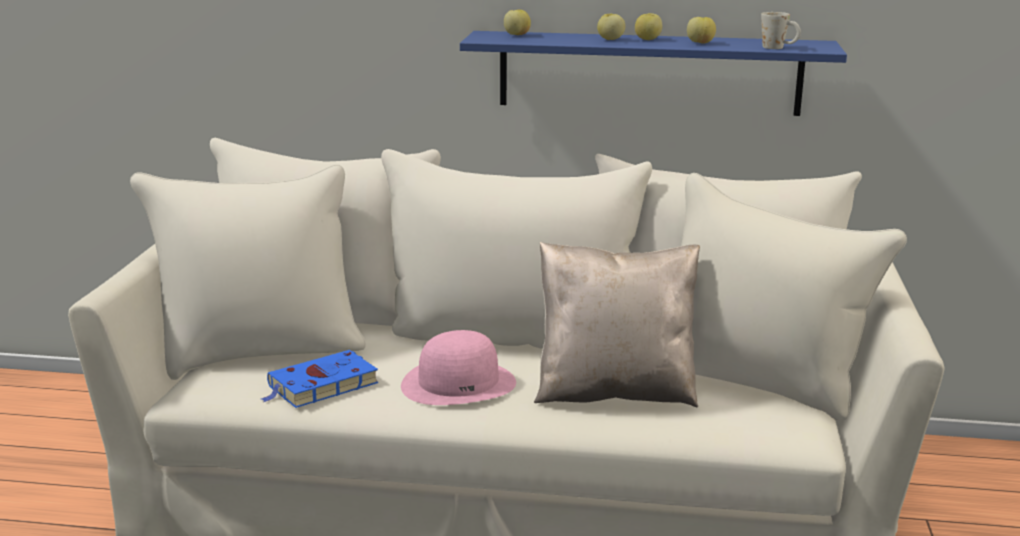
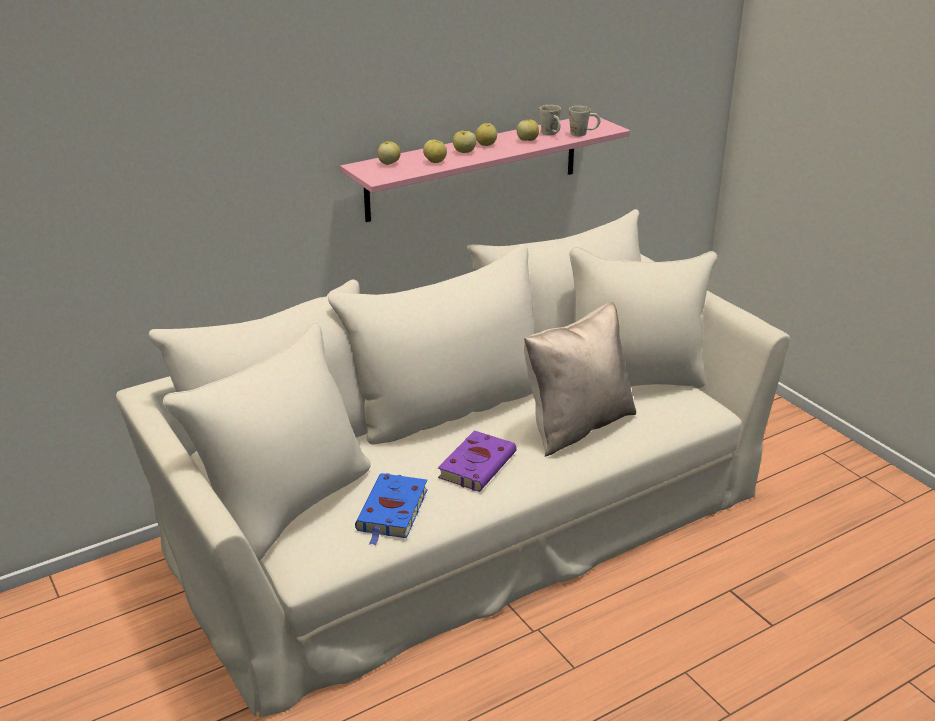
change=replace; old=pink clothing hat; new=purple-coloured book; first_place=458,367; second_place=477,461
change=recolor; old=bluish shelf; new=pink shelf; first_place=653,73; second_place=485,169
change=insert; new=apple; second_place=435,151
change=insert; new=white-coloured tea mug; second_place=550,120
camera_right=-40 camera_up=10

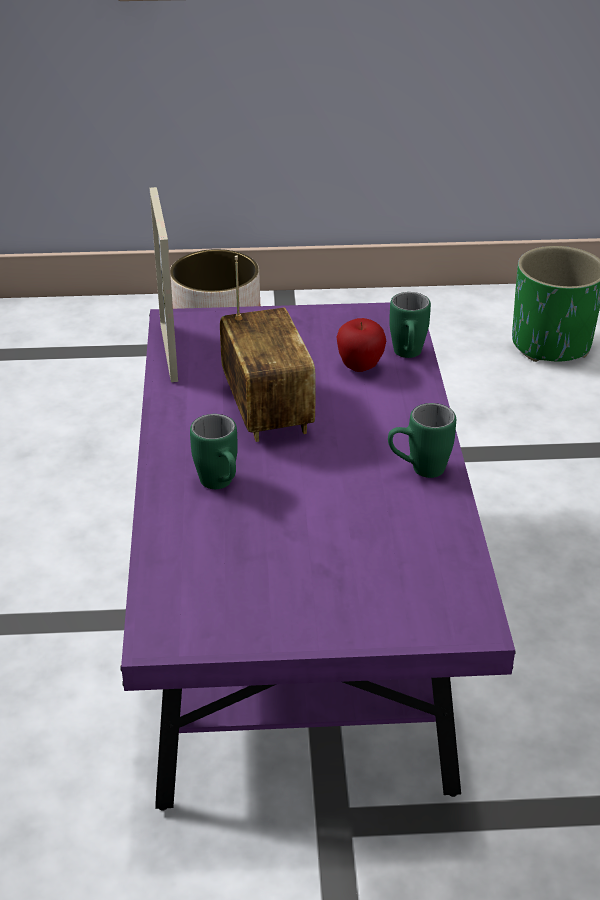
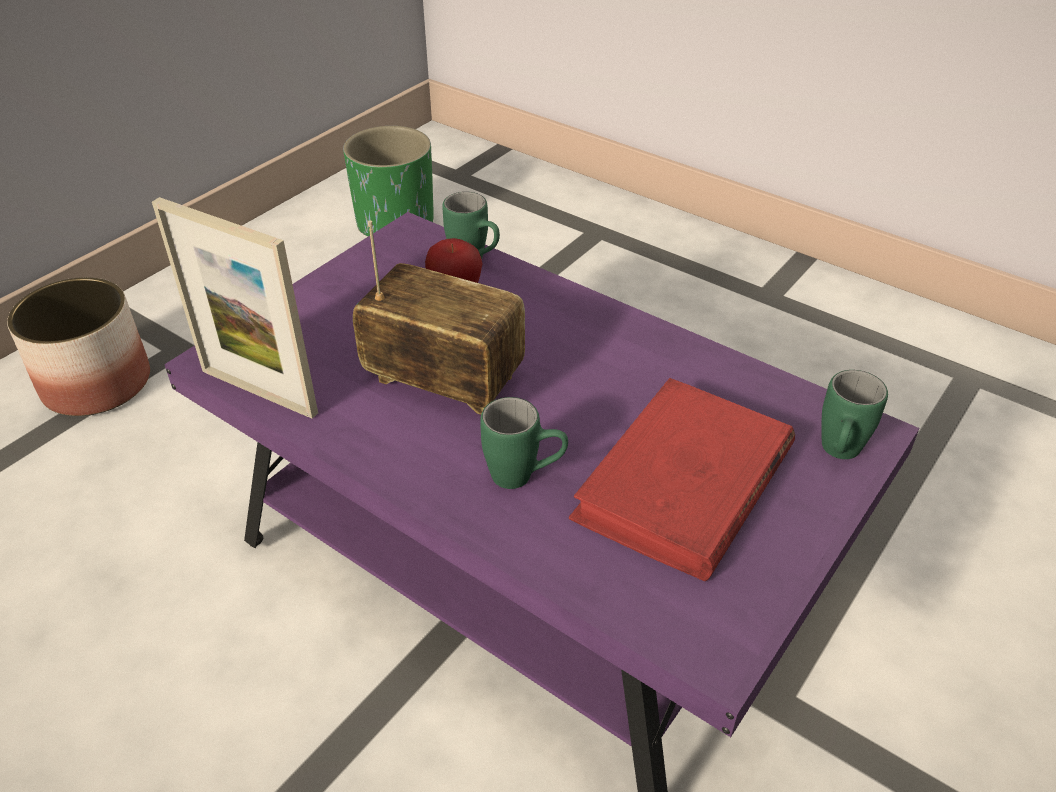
change=move; old=green-coloured tea mug; first_place=422,440; second_place=854,414
change=insert; new=red-coloured book; second_place=682,479
camera_right=-50 camera_up=5

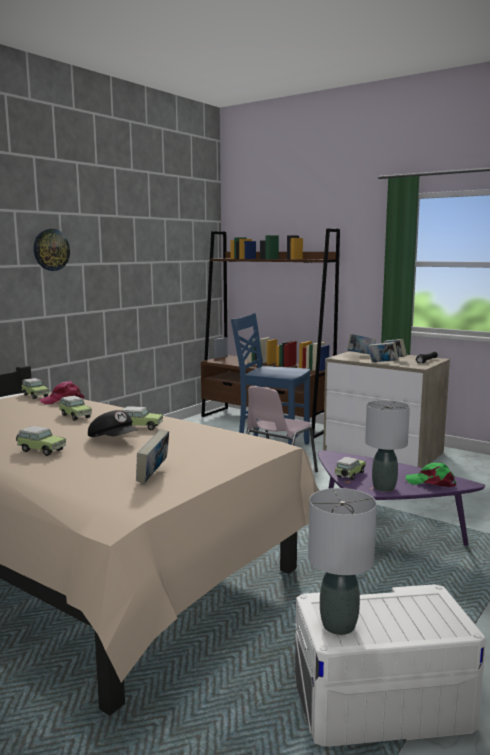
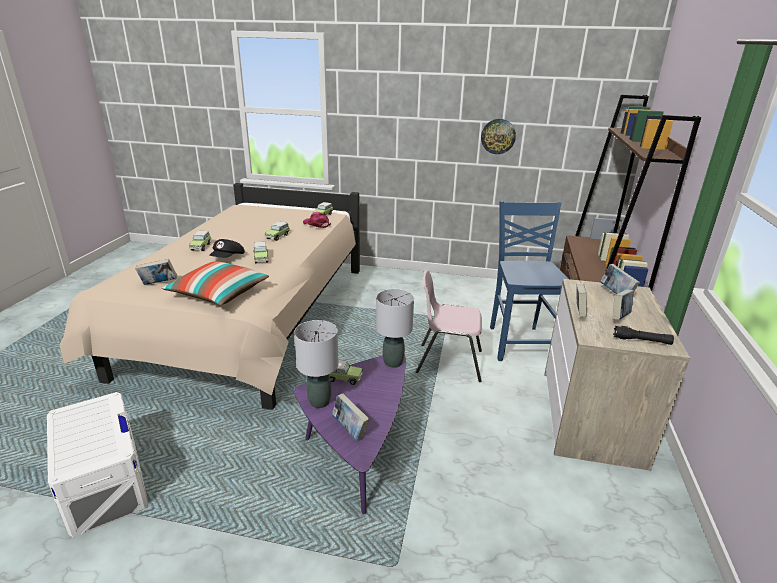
change=move; old=hanging clock; first_place=52,250; second_place=498,136
change=move; old=grey table lamp; first_place=342,561; second_place=395,328
change=replace; old=green-coloured peaked cap; new=book; first_place=431,475; second_place=350,417
change=insert; new=pillow; second_place=215,283
camera_right=65 camera_up=15

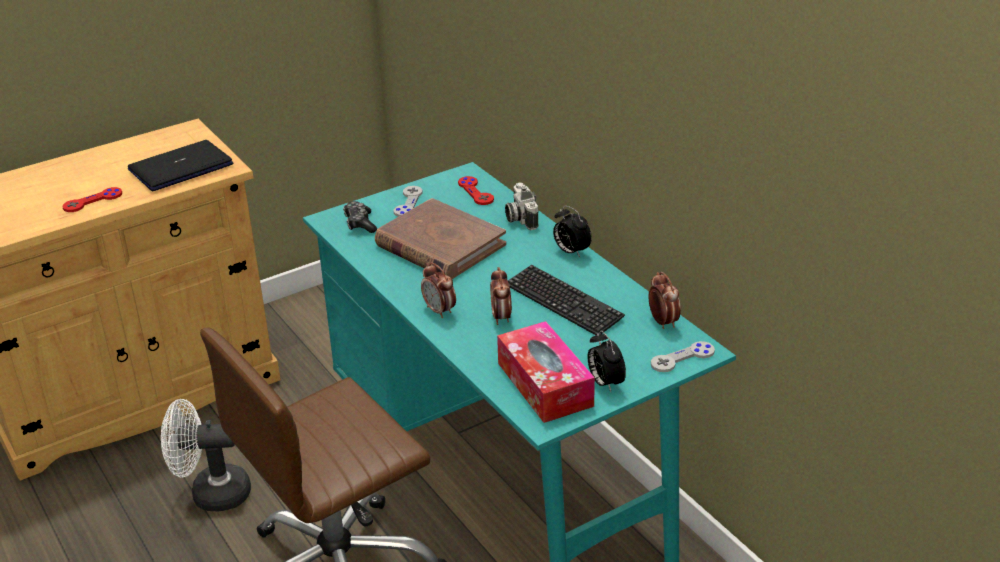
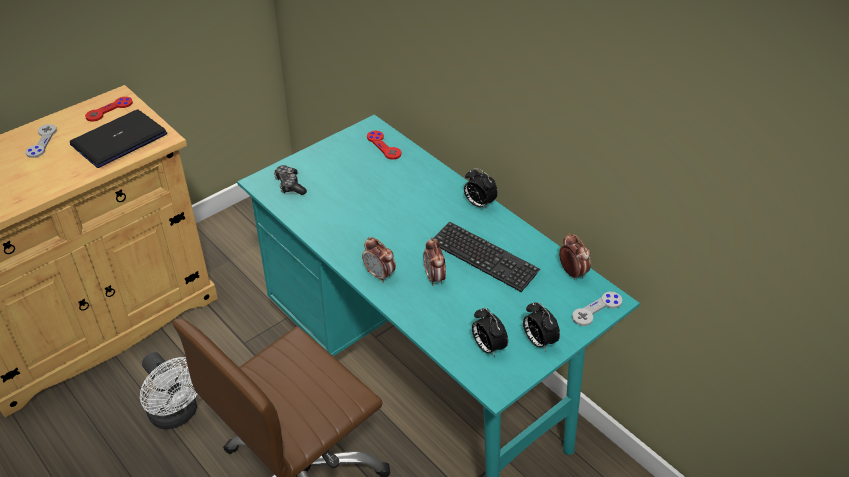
change=move; old=red-coloured gamepad; first_place=92,199; second_place=109,109
change=rotate; old=white-coloured cooling fan; first_place=206,455; second_place=168,390; degrees=-120
change=delete; old=brownish book; first_place=440,238
change=move; old=grey gamepad; first_place=408,201; second_place=41,141
change=replace; old=tissue holder; new=table clock; first_place=546,372; second_place=490,332
change=delete; old=still camera; first_place=522,206
camera_right=-10 camera_up=10

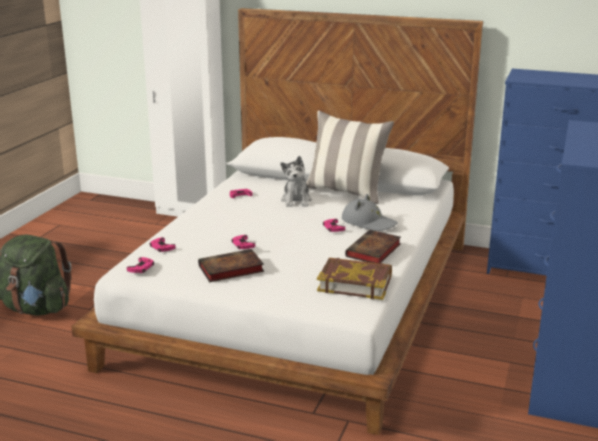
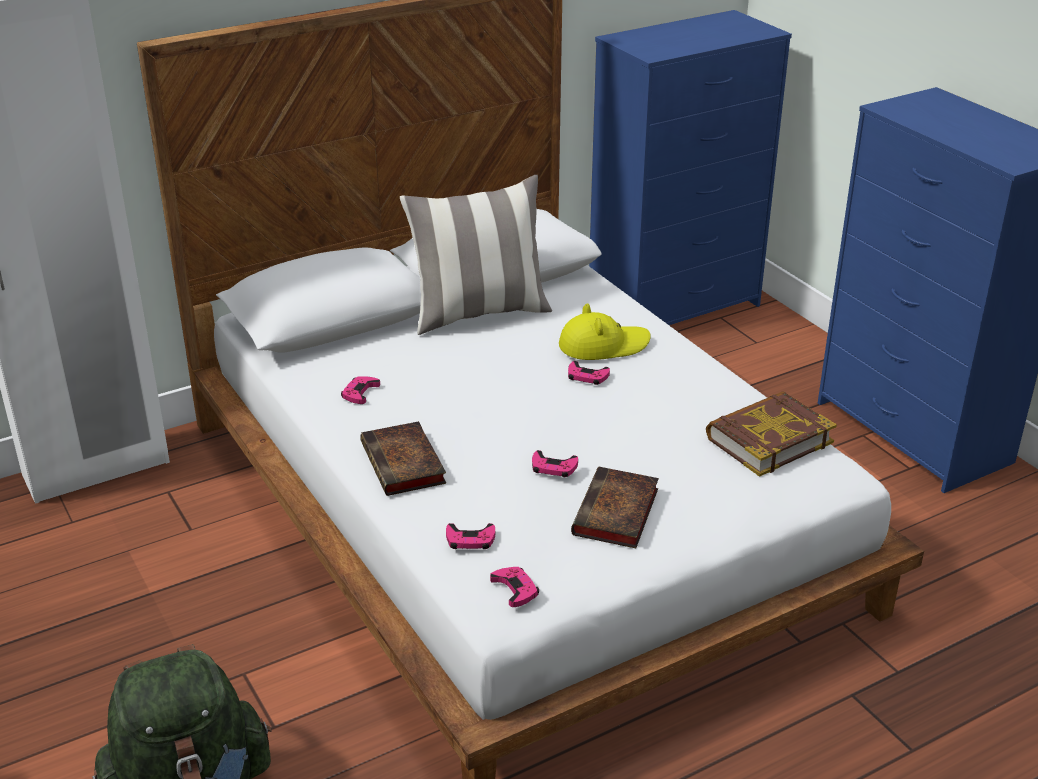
change=delete; old=cuddly toy; first_place=296,181
change=recolor; old=grey clothing hat; new=yellowish clothing hat; first_place=370,212; second_place=604,332
change=move; old=book; first_place=373,247; second_place=403,458
camera_right=-50 camera_up=10

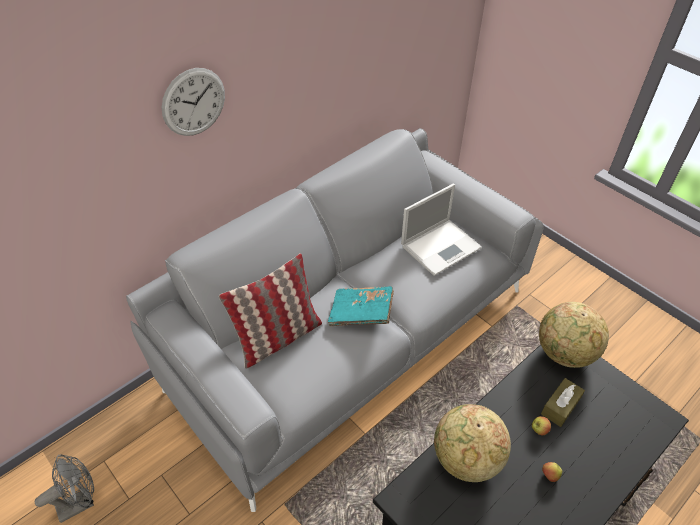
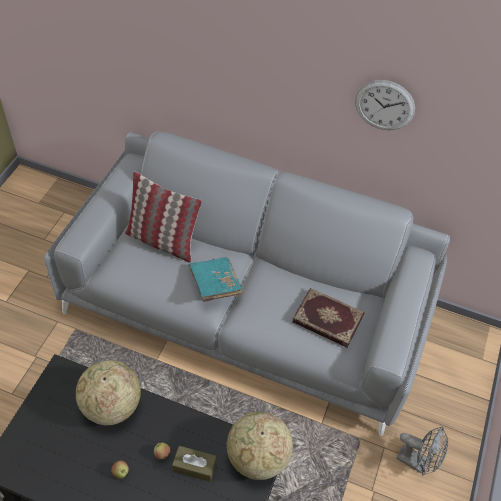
change=move; old=grey cooling fan; first_place=64,488; second_place=422,451
change=move; old=hanging clock; first_place=193,102; second_place=385,105
change=replace; old=portable computer; new=book; first_place=441,230; second_place=328,318
camera_right=60 camera_up=5

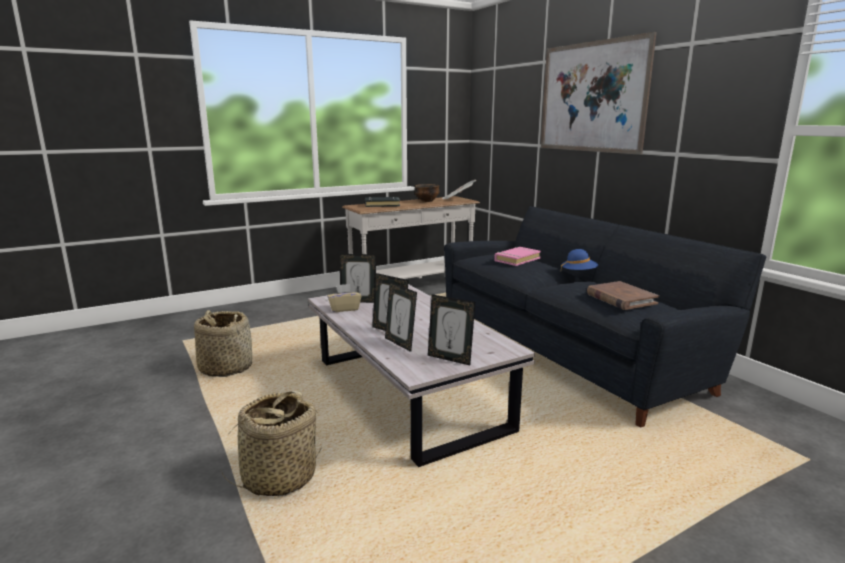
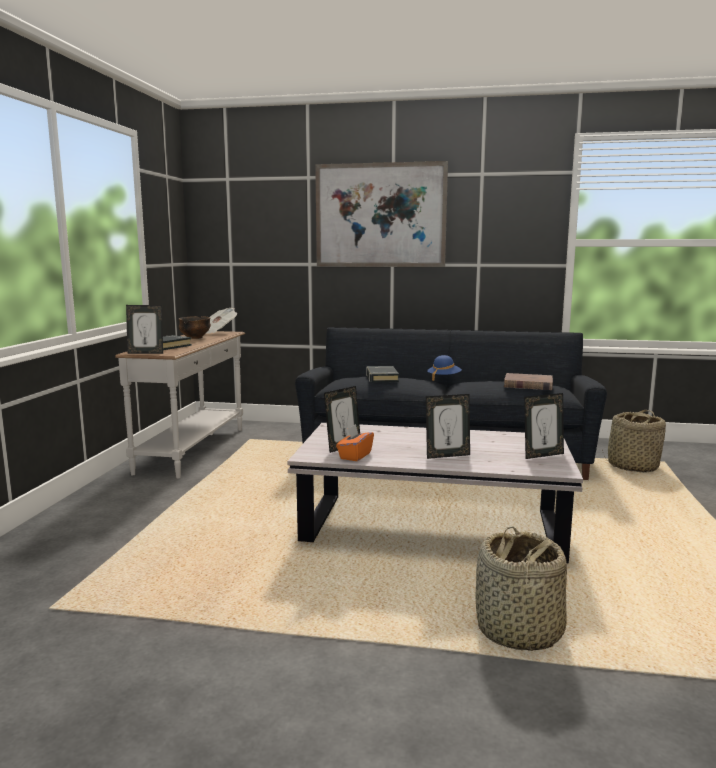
change=move; old=household basket; first_place=223,343; second_place=634,441
change=recolor; old=beige tissue holder; new=orange-coloured tissue holder; first_place=344,298; second_place=355,442
change=move; old=photo frame; first_place=401,317; second_place=144,329
change=recolor; old=pink book; new=black book; first_place=517,256; second_place=382,374
camera_right=-50 camera_up=-5

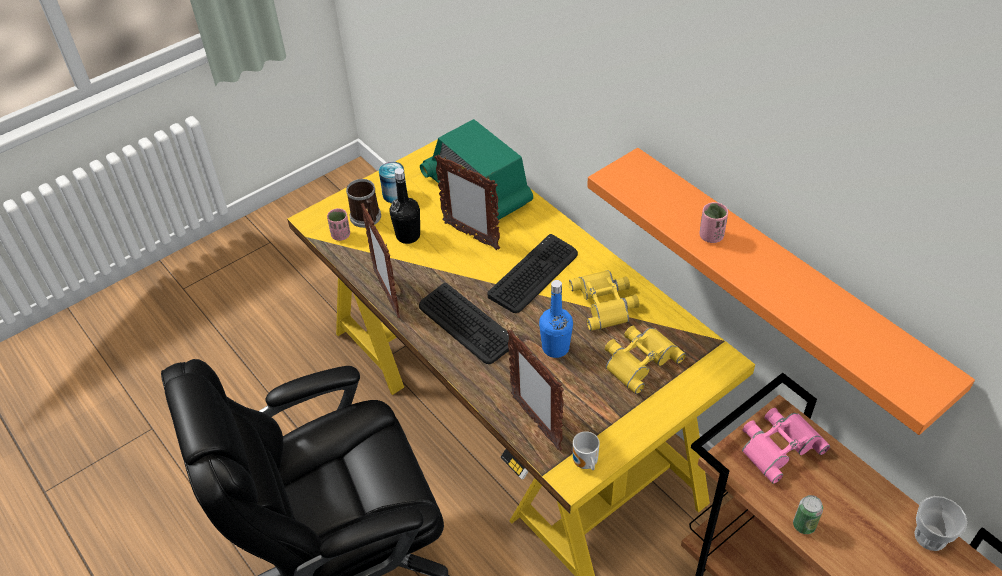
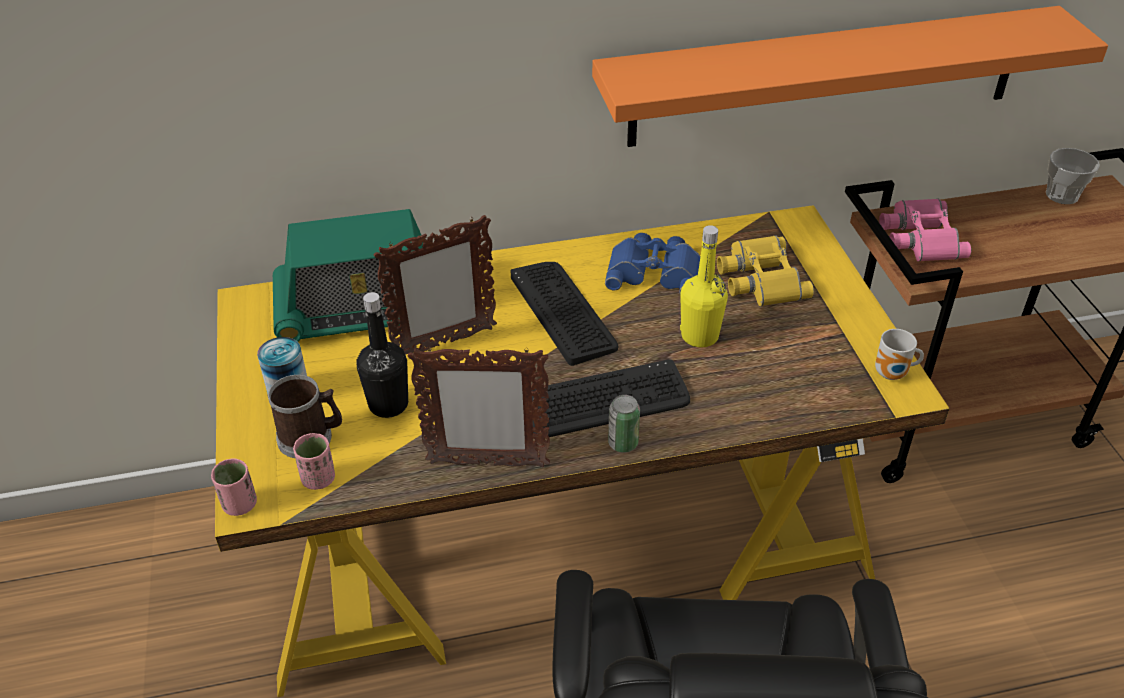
change=delete; old=photo frame; first_place=535,390
change=recolor; old=bluish drink bottle; new=yellowish drink bottle; first_place=556,319; second_place=704,286
change=recolor; old=yellowish field glasses; new=bluish field glasses; first_place=604,300; second_place=652,263
change=move; old=pink small cup; first_place=713,222; second_place=234,487
change=move; old=metal can; first_place=808,514; second_place=624,424
camera_right=-65 camera_up=-5

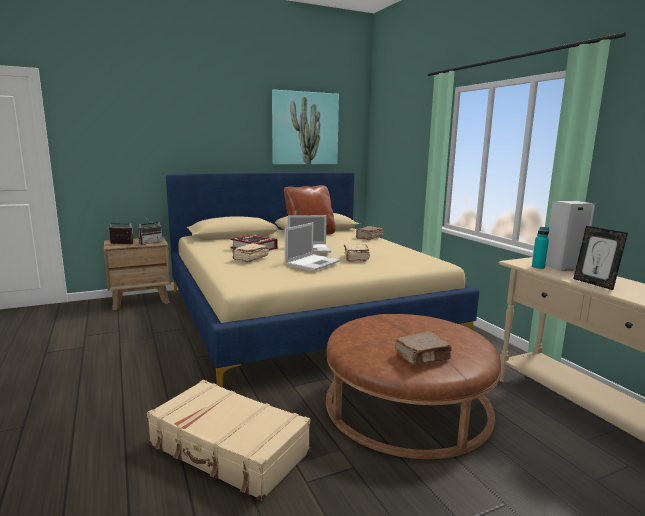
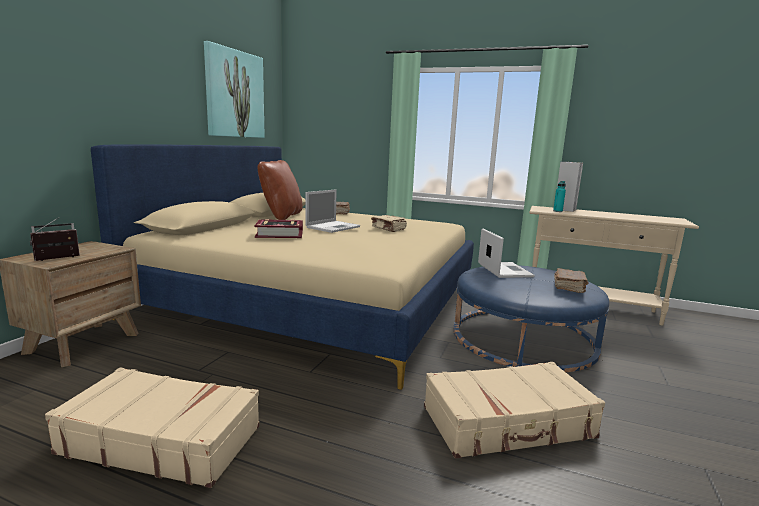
change=delete; old=radio receiver; first_place=150,231
change=delete; old=beige book; first_place=251,252
change=move; old=portable computer; first_place=313,246; second_place=506,253
change=recolor; old=brownish pouffe; new=bluish pouffe; first_place=413,386; second_place=531,318
change=delete; old=photo frame; first_place=600,258
change=insert; new=beige piece of luggage; second_place=152,427
camera_right=-45 camera_up=0

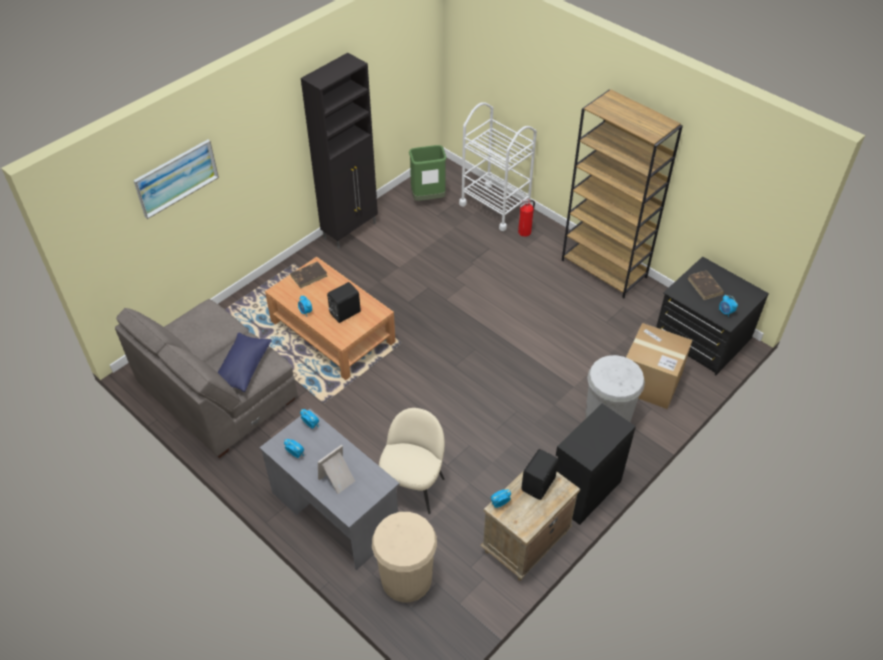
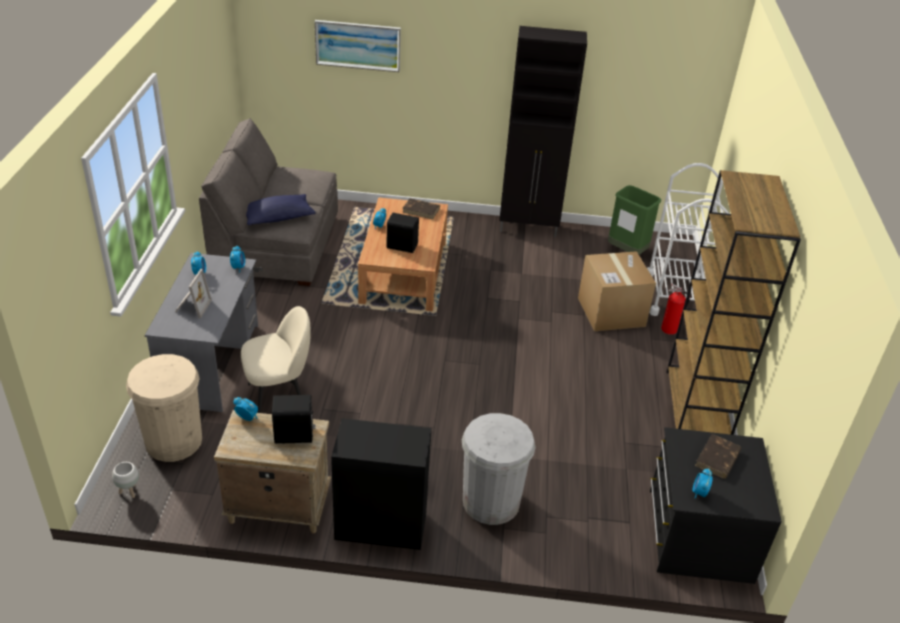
change=rotate; old=photo frame; first_place=336,469; second_place=193,294; degrees=90
change=move; old=carton; first_place=659,366; second_place=617,291
change=insert; new=white-coloured planter; second_place=125,480
camera_right=50 camera_up=-10

